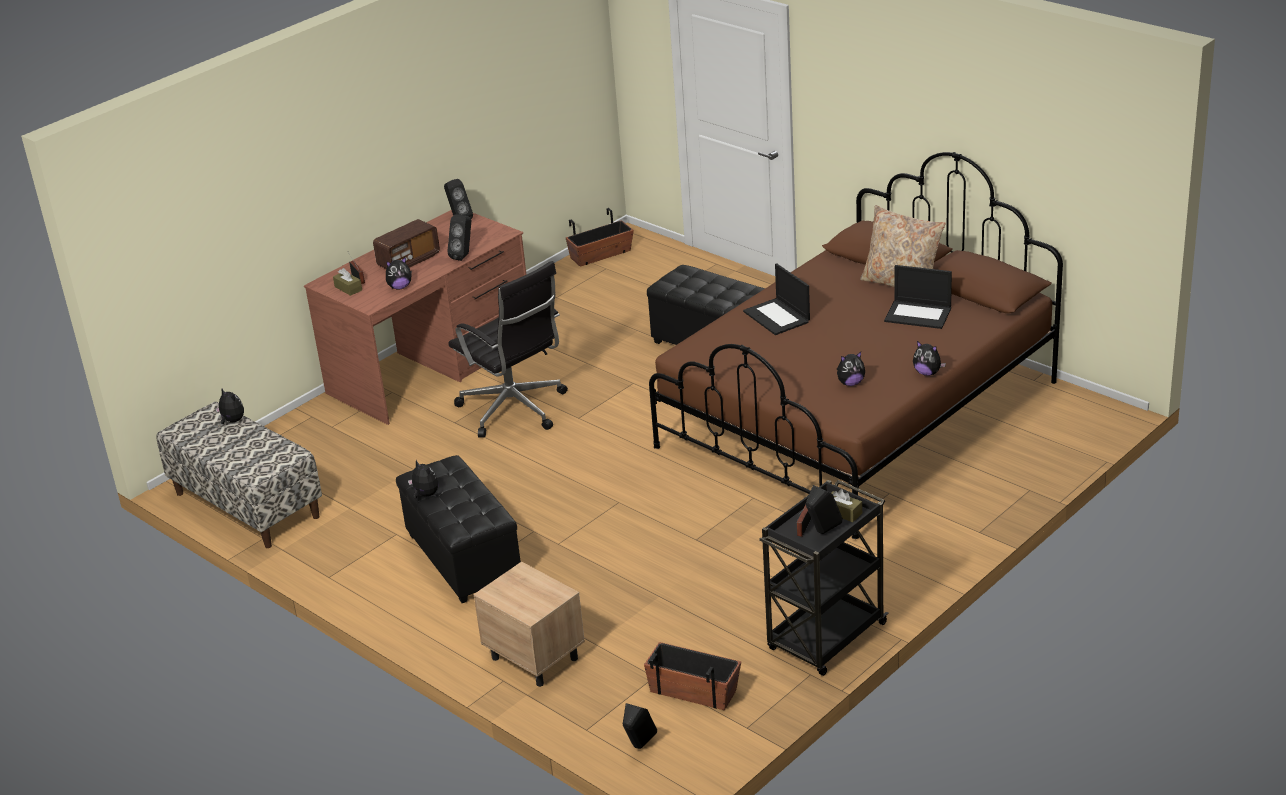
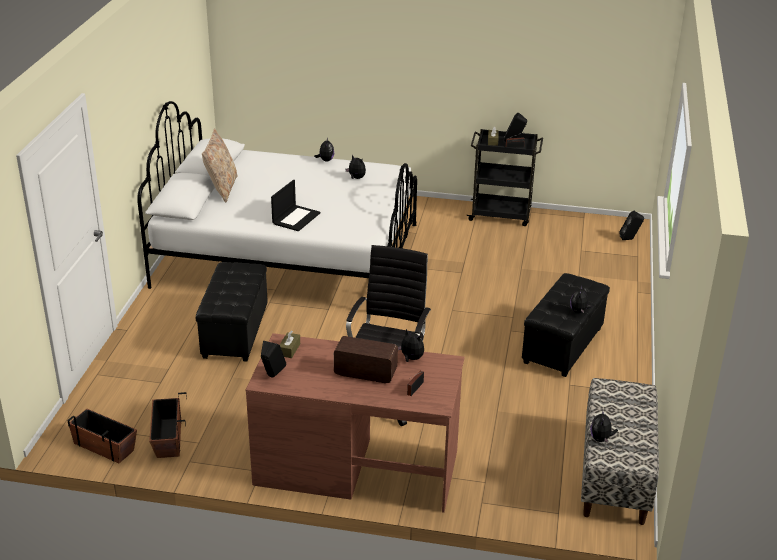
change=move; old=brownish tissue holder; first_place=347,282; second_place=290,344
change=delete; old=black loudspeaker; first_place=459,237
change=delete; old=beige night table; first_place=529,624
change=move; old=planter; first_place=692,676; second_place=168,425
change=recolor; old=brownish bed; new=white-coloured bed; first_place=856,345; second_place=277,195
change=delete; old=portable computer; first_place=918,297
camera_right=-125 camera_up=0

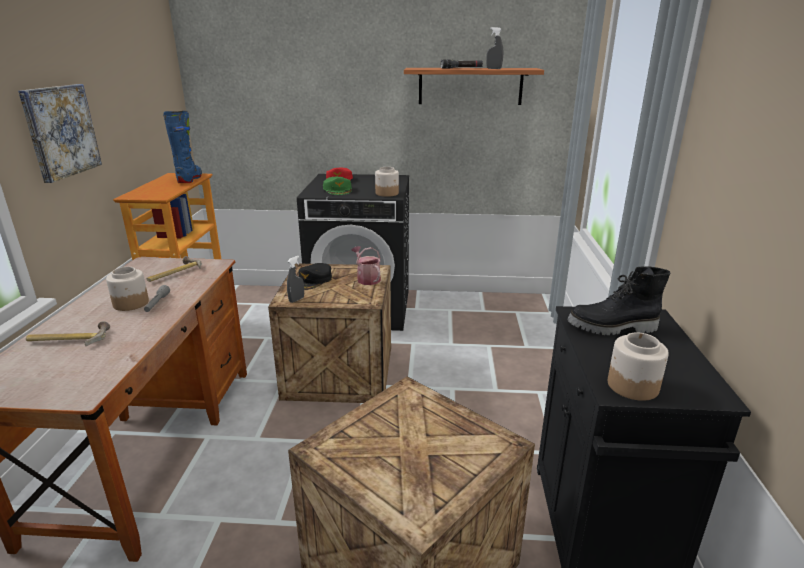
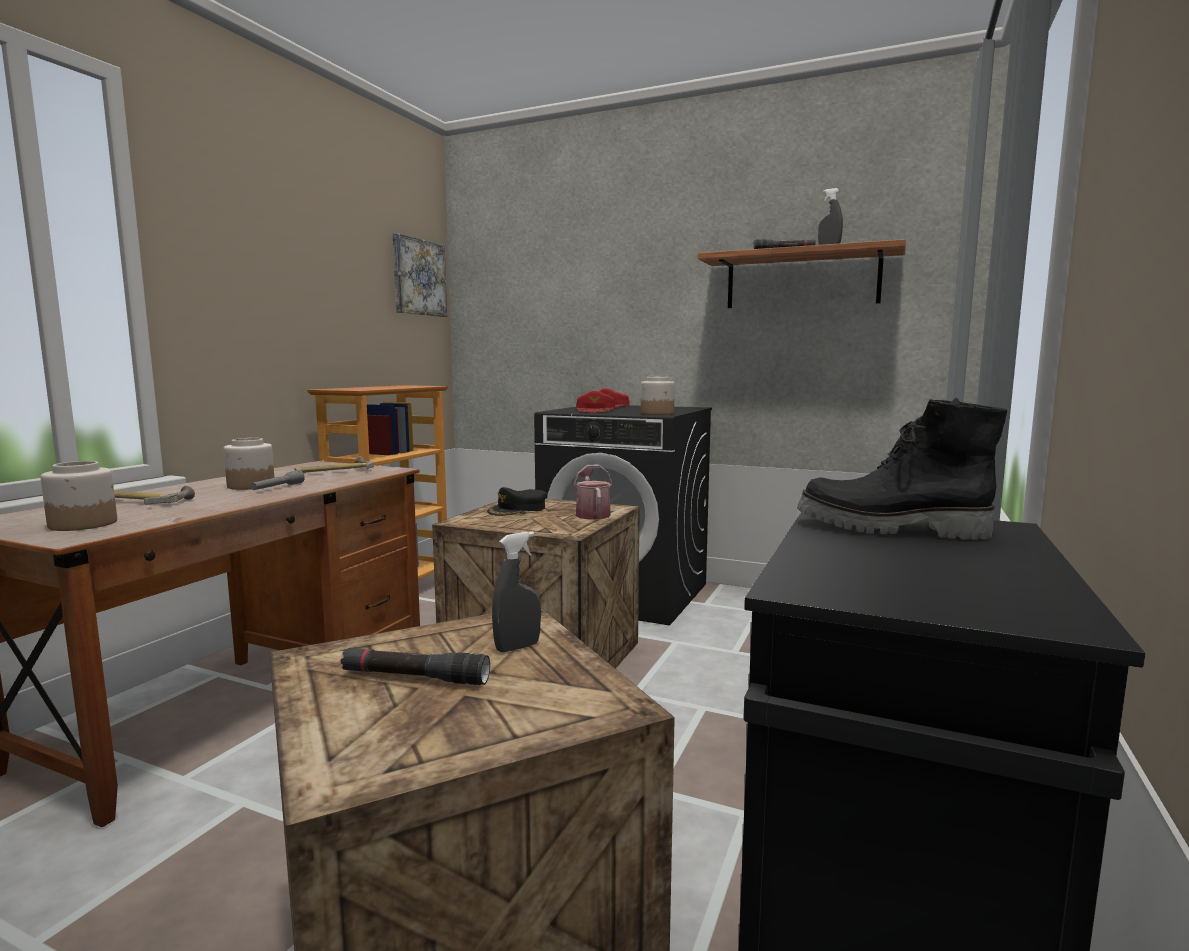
change=move; old=wall picture; first_place=60,133; second_place=420,275
change=delete; old=bluish high-top boot; first_place=182,147
change=move; old=grey hand sprayer; first_place=295,279; second_place=516,592
change=recolor; old=green-coloured peaked cap; new=red-coloured peaked cap; first_place=337,186; second_place=595,402
change=move; old=jar; first_place=638,366; second_place=79,496
change=insert; new=black torch; second_place=415,666
camera_right=20 camera_up=-15

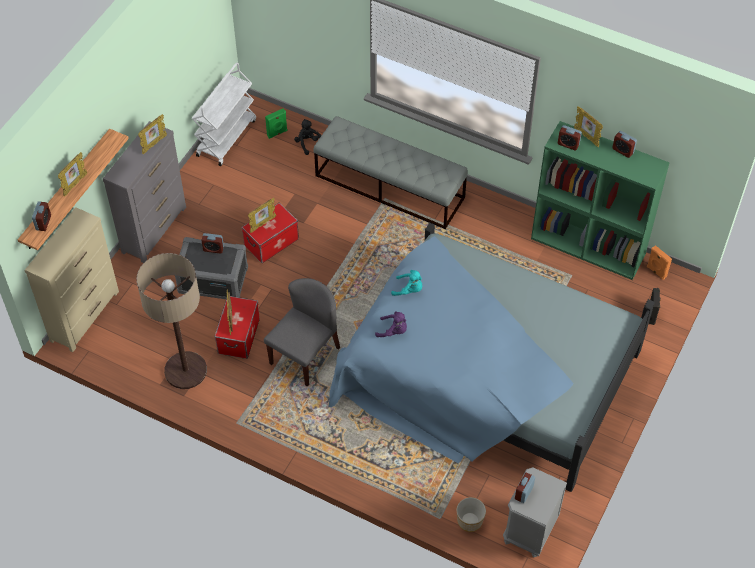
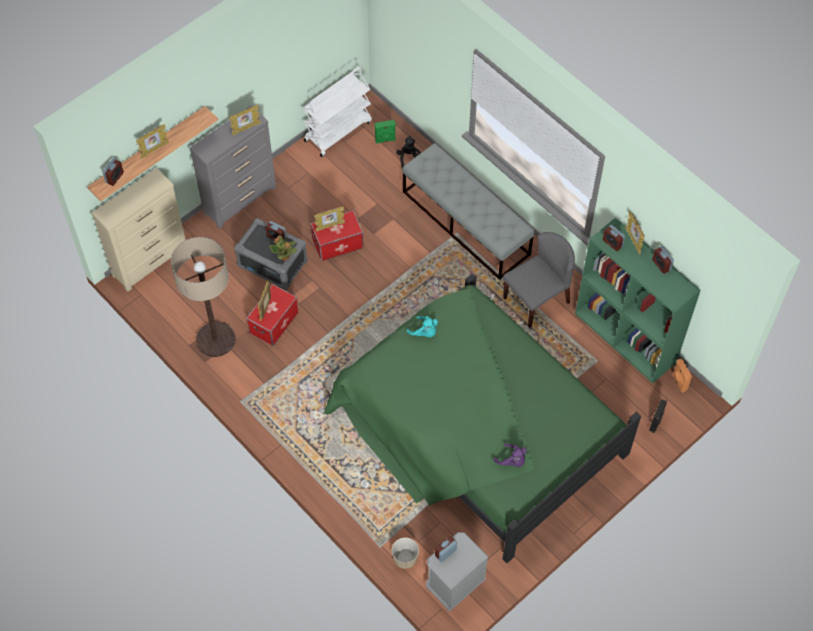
change=move; old=grey chair; first_place=302,332; second_place=539,280
change=recolor; old=bluish bed; new=green-coloured bed; first_place=492,357; second_place=482,418
change=move; old=purple-coloured cuddly toy; first_place=391,324; second_place=510,455
change=insert; new=houseplant; second_place=283,248
camera_right=20 camera_up=5

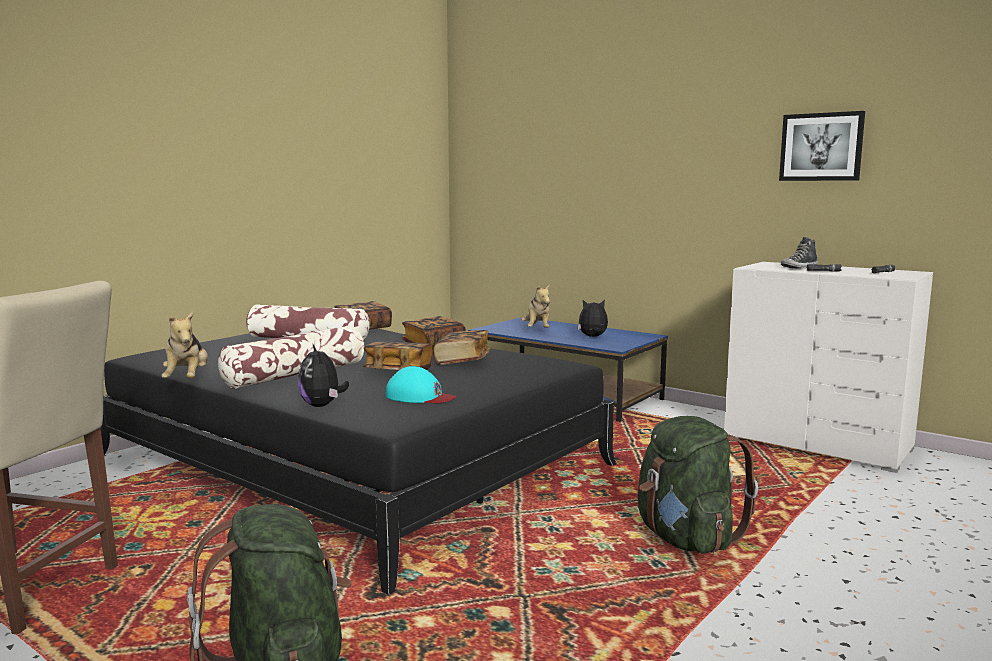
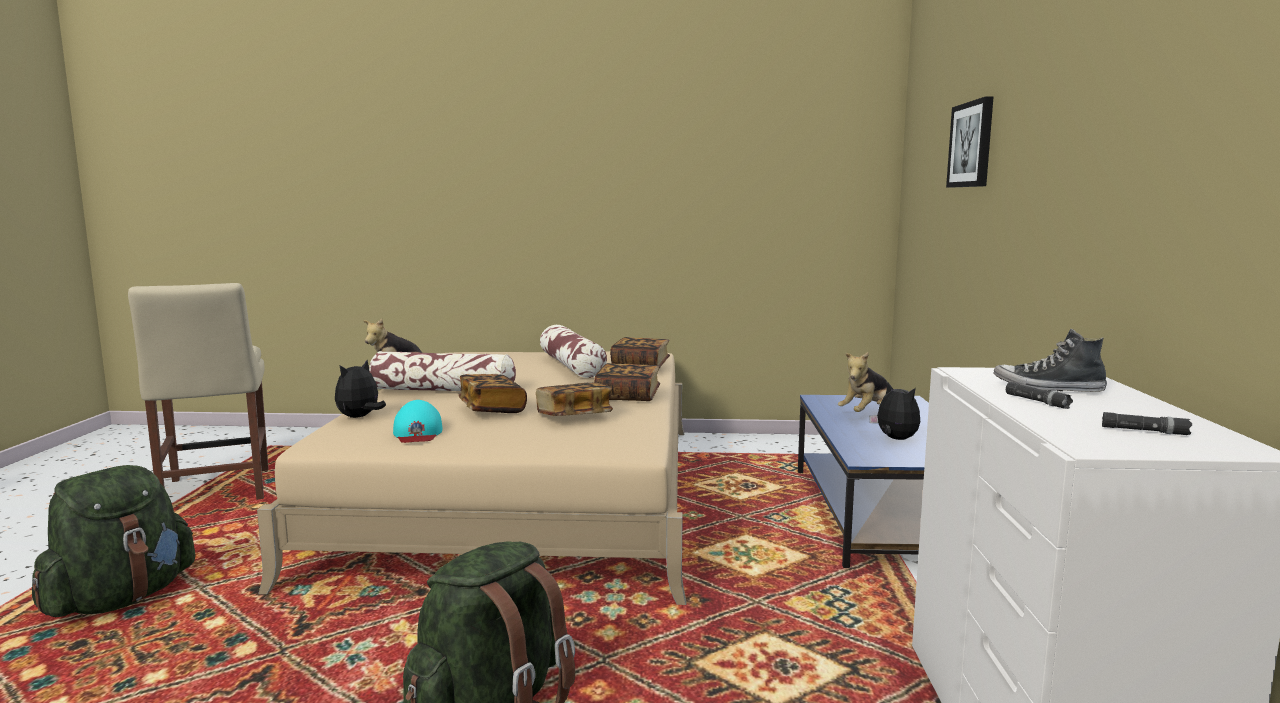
change=recolor; old=black bed; new=beige bed; first_place=358,462; second_place=471,478
change=move; old=wall picture; first_place=822,146; second_place=970,141
camera_right=55 camera_up=0

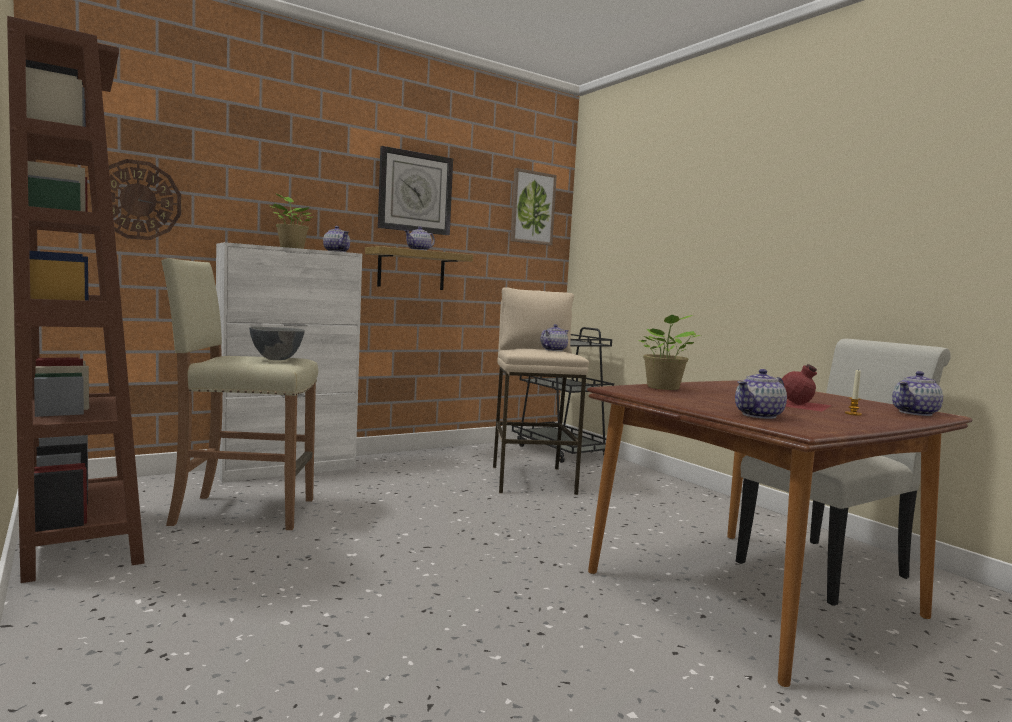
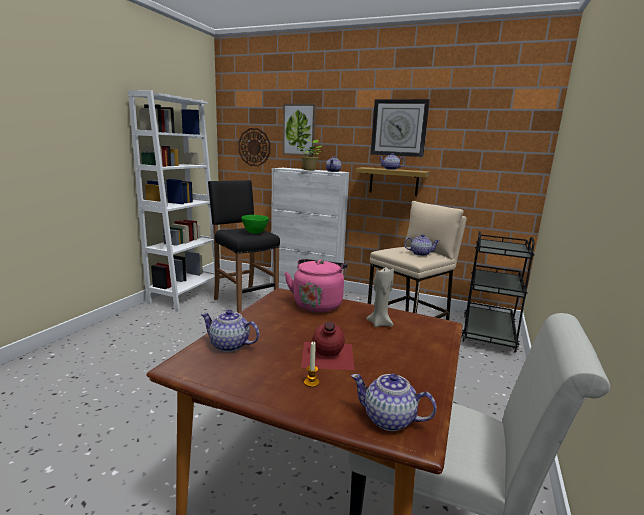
change=recolor; old=brownish bookshelf; new=white-coloured bookshelf; first_place=76,299; second_place=174,200
change=recolor; old=beige stool; new=black stool; first_place=239,394; second_place=244,246
change=recolor; old=grey bowl; new=green-coloured bowl; first_place=277,343; second_place=255,224
change=move; old=wall picture; first_place=533,206; second_place=299,129
change=replace; old=houseplant; new=pink water kettle; first_place=669,352; second_place=316,285
change=insert; new=beige wax candle; second_place=380,297
camera_right=55 camera_up=10

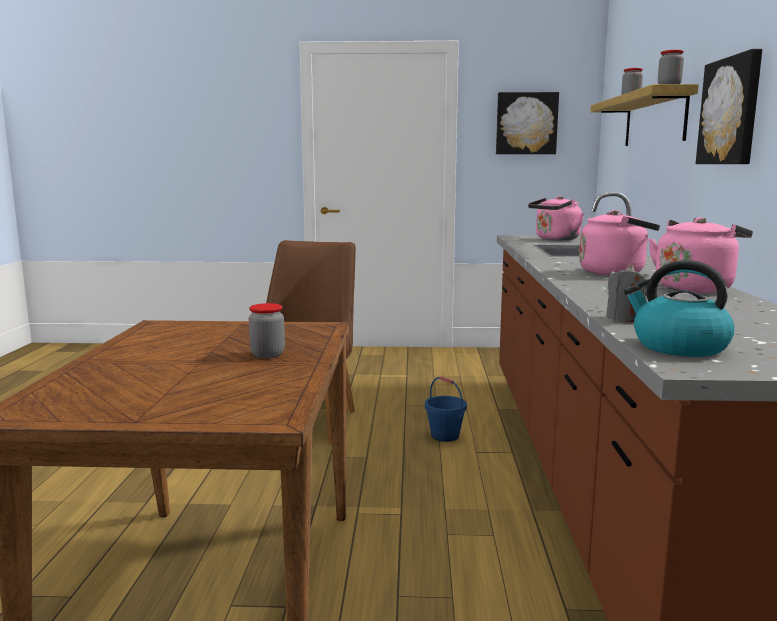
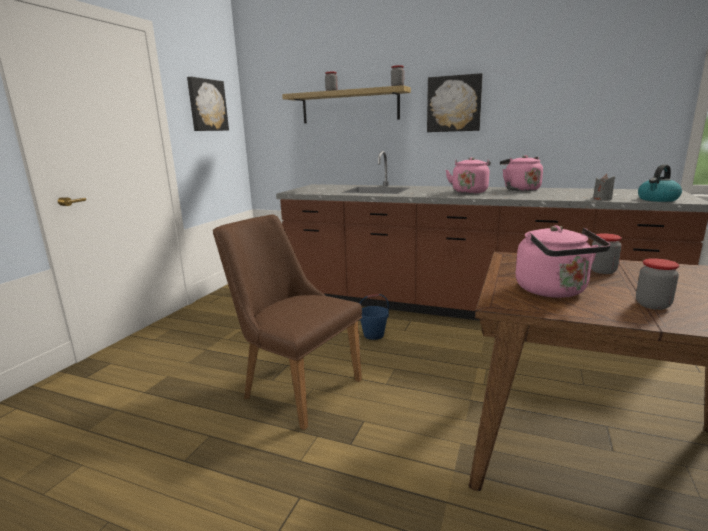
change=move; old=pink water kettle; first_place=556,218; second_place=563,261
change=insert; new=jar; second_place=657,284
camera_right=-70 camera_up=5

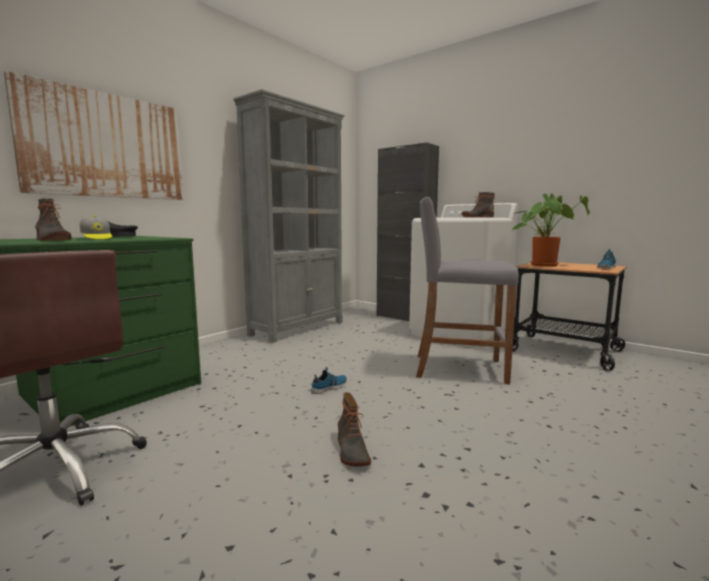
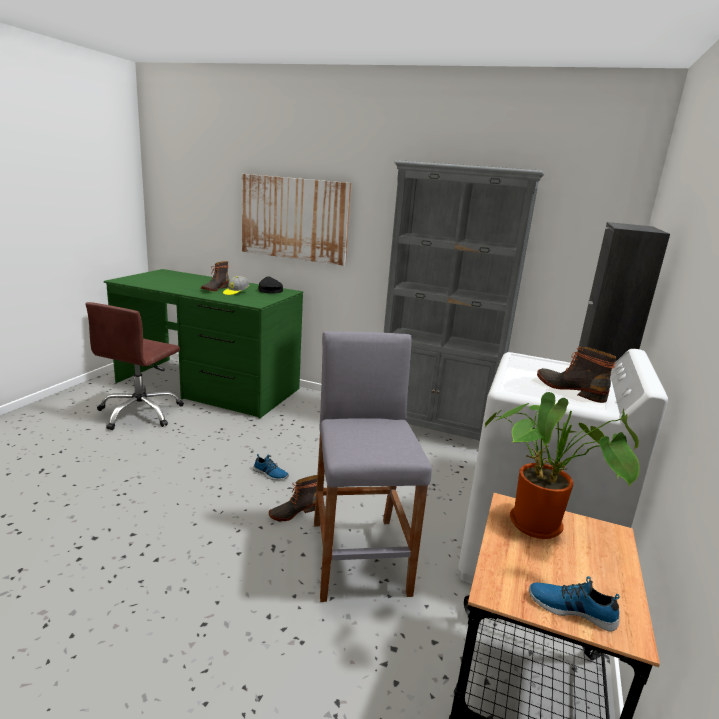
change=move; old=high-top boot; first_place=354,429; second_place=293,498
camera_right=70 camera_up=10

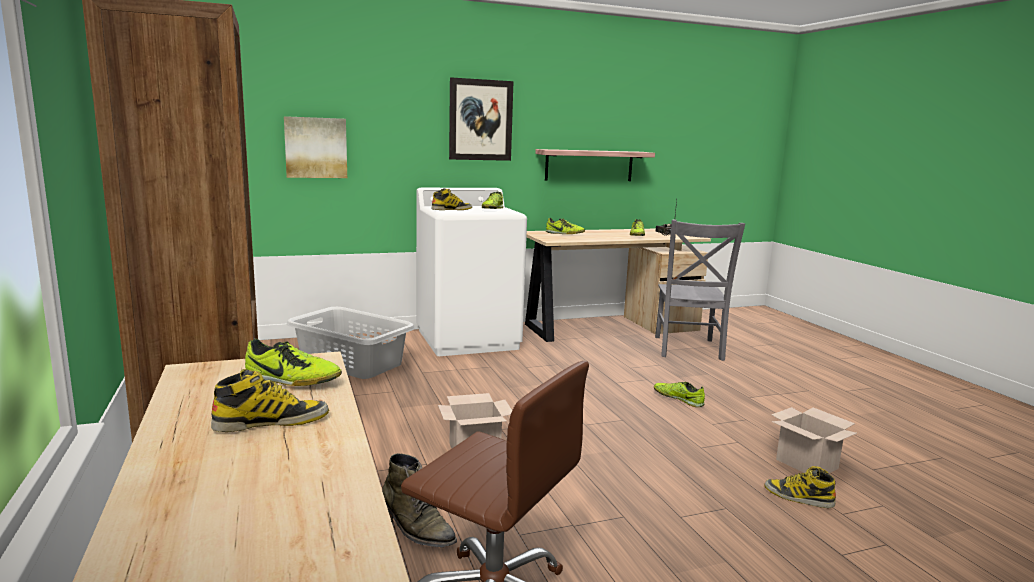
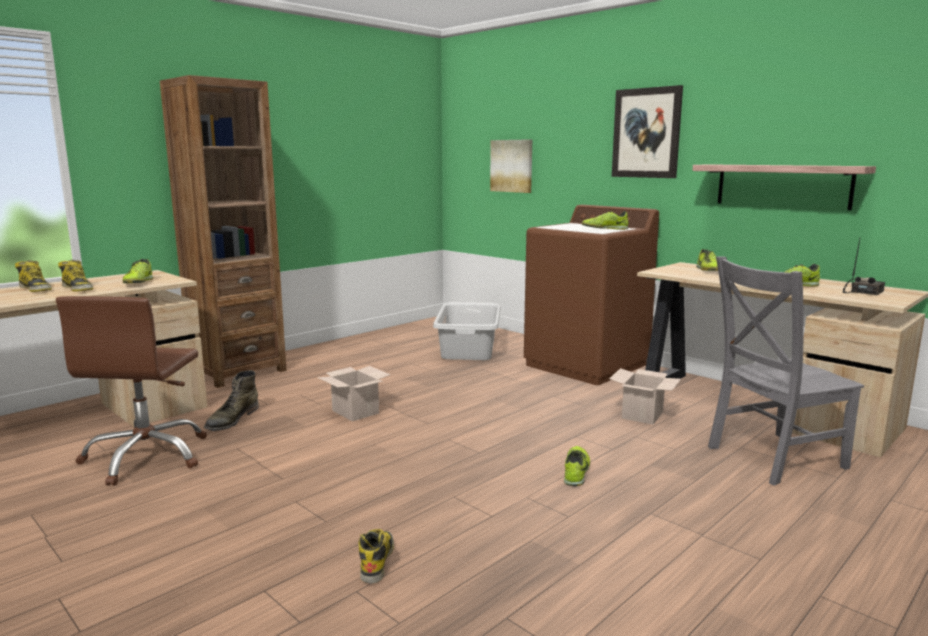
change=recolor; old=white-coloured laundry appliance; new=brownish laundry appliance; first_place=471,272; second_place=591,295
change=move; old=high-top boot; first_place=452,199; second_place=33,276
change=move; old=carton; first_place=814,440; second_place=645,396
camera_right=65 camera_up=0

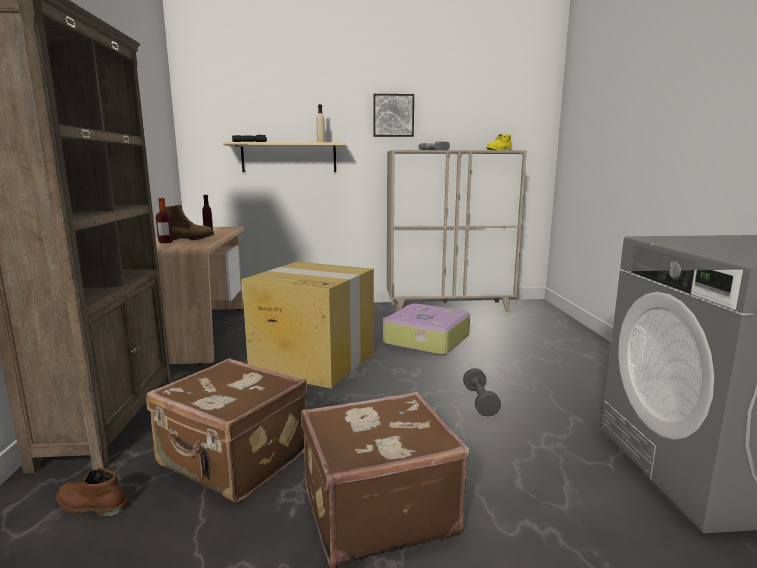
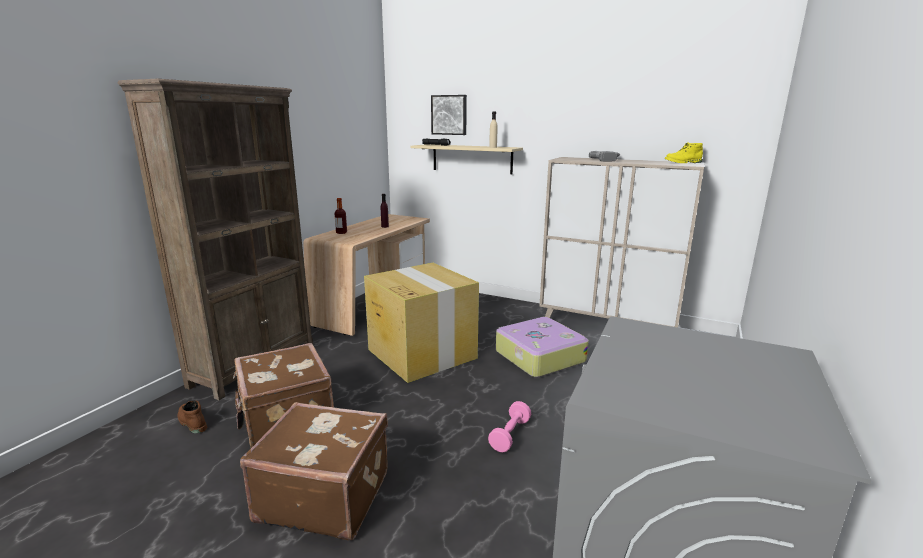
change=delete; old=high-top boot; first_place=190,222
change=move; old=wall picture; first_place=393,115; second_place=449,115
change=recolor; old=grey dumbbell; new=pink dumbbell; first_place=482,392; second_place=509,426
camera_right=30 camera_up=5

